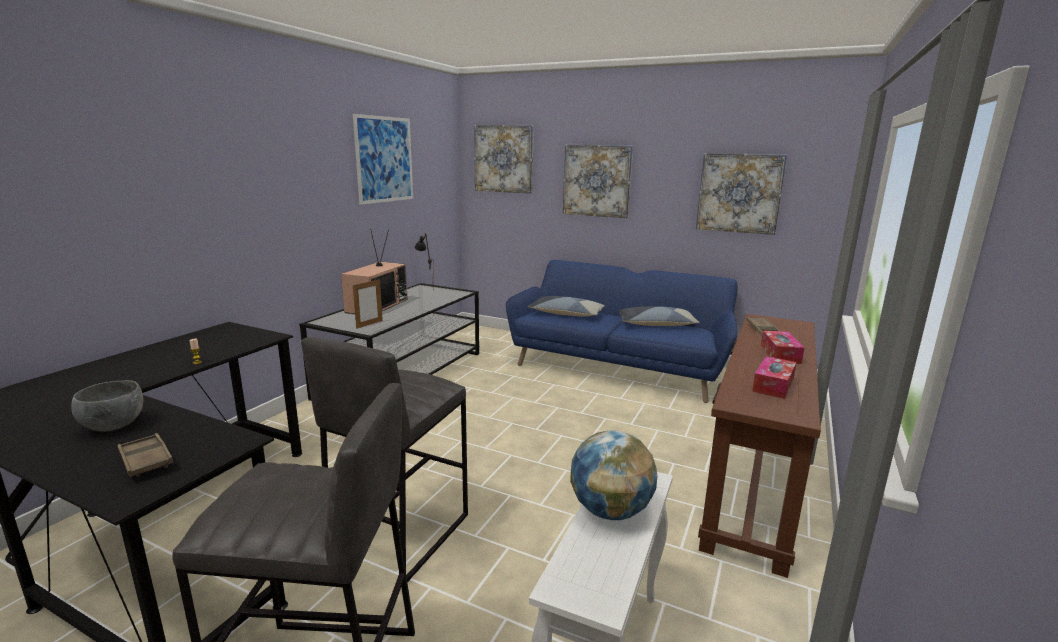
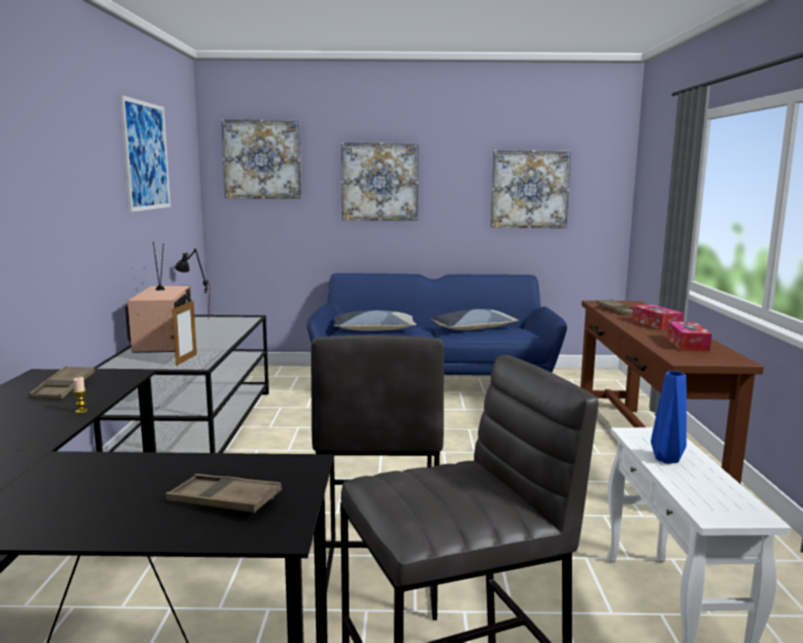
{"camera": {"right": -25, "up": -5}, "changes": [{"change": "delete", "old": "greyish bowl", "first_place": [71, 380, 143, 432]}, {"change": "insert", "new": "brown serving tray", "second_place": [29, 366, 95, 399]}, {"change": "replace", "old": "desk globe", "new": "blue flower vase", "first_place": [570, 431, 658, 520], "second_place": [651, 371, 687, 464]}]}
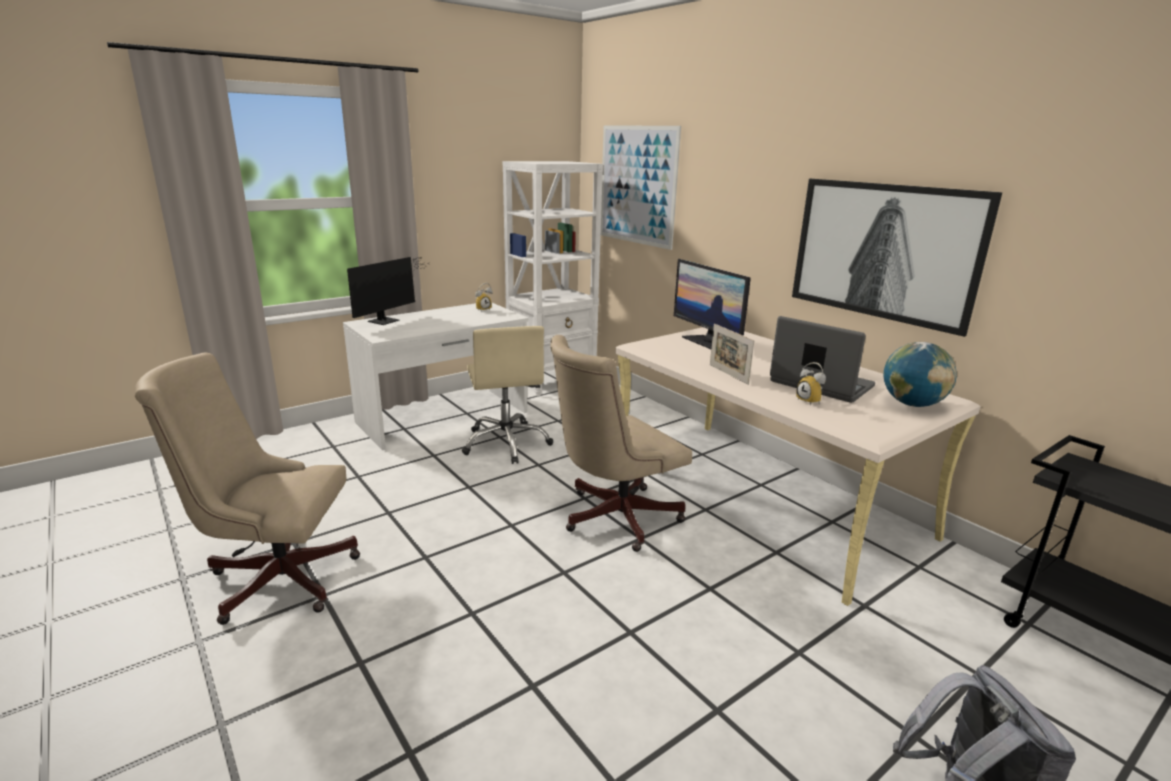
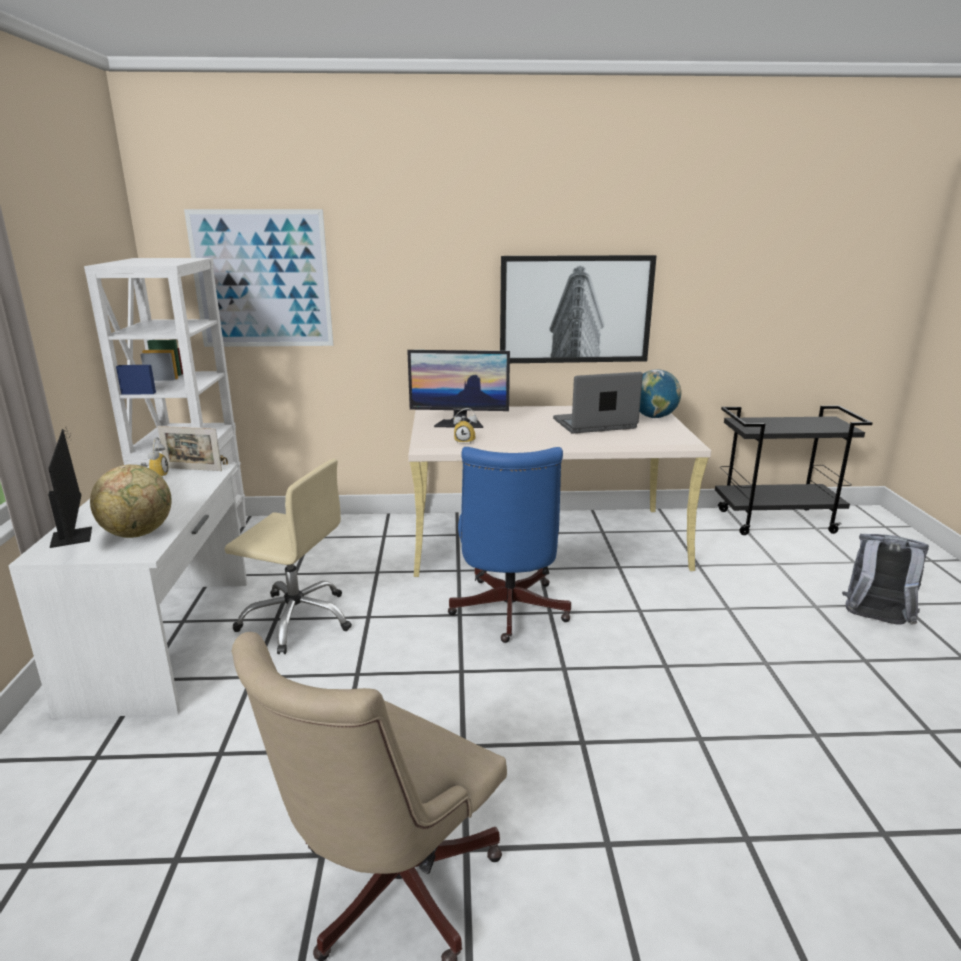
{"camera": {"right": -55, "up": 0}, "changes": [{"change": "insert", "new": "desk globe", "second_place": [90, 465, 172, 538]}, {"change": "move", "old": "picture frame", "first_place": [710, 324, 754, 385], "second_place": [157, 426, 222, 471]}, {"change": "move", "old": "alarm clock", "first_place": [796, 362, 826, 406], "second_place": [453, 408, 478, 444]}, {"change": "recolor", "old": "beige-coloured desk chair", "new": "blue desk chair", "first_place": [550, 335, 692, 552], "second_place": [448, 447, 571, 643]}]}
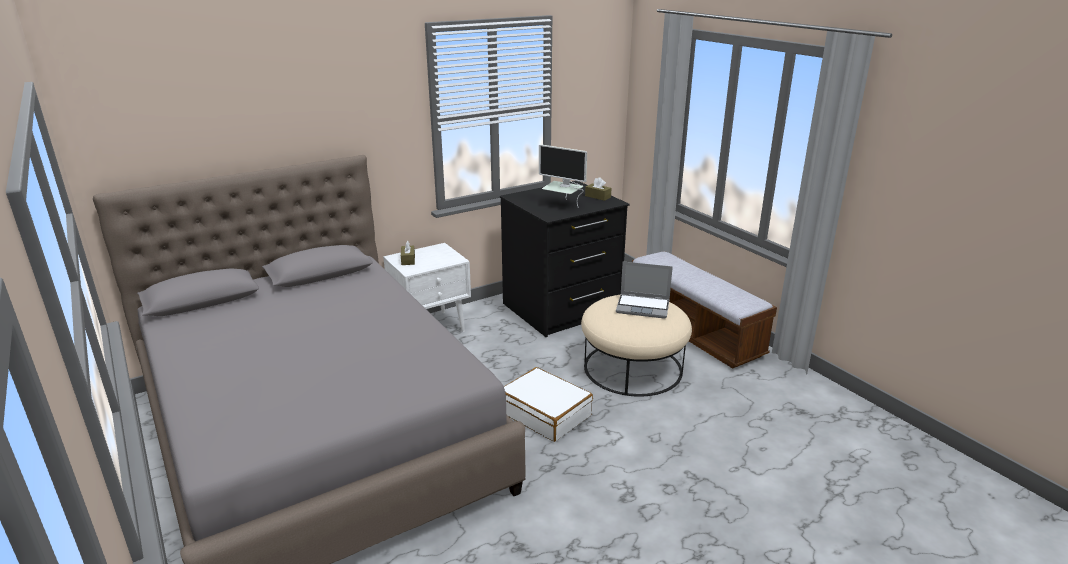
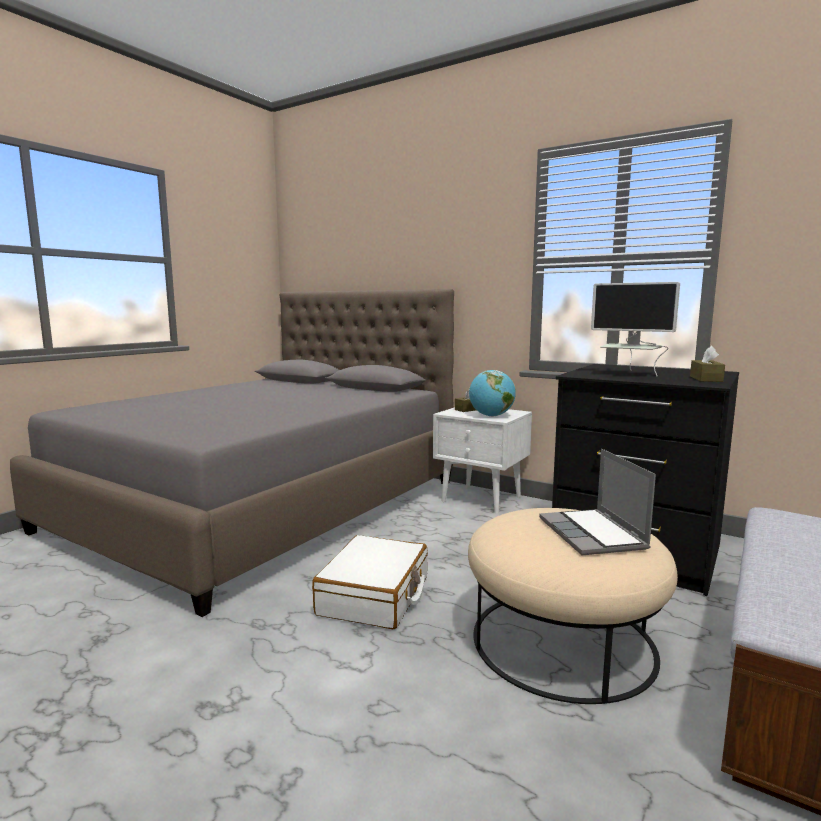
{"camera": {"right": 65, "up": -15}, "changes": [{"change": "insert", "new": "desk globe", "second_place": [469, 370, 516, 417]}, {"change": "rotate", "old": "computer screen", "first_place": [539, 144, 587, 208], "second_place": [591, 282, 680, 376], "degrees": -60}]}
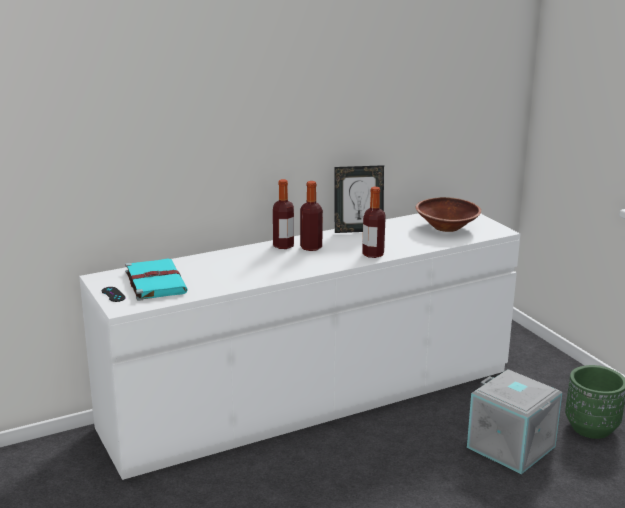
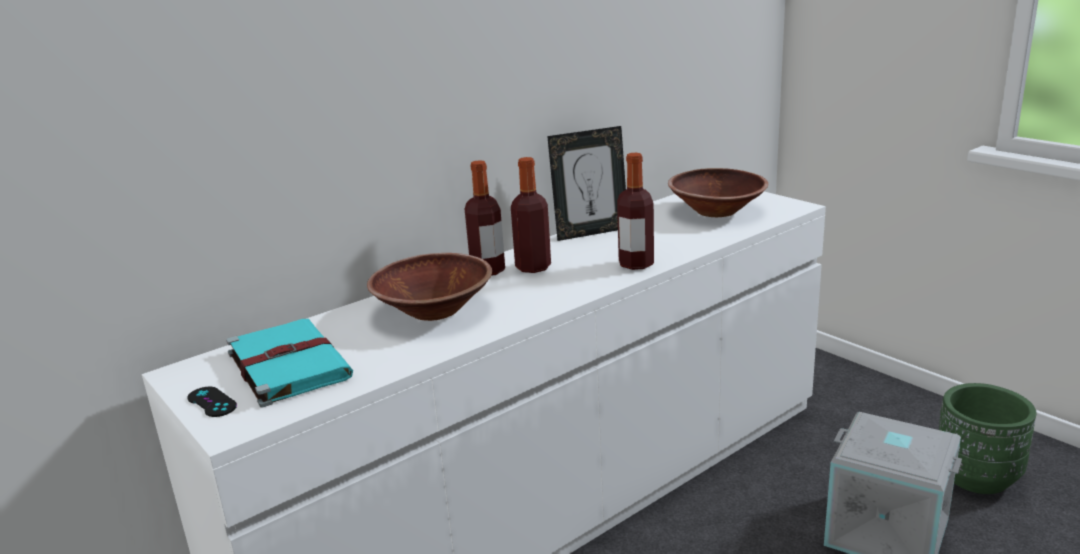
{"camera": {"right": -10, "up": 0}, "changes": [{"change": "insert", "new": "brown bowl", "second_place": [367, 253, 492, 321]}]}
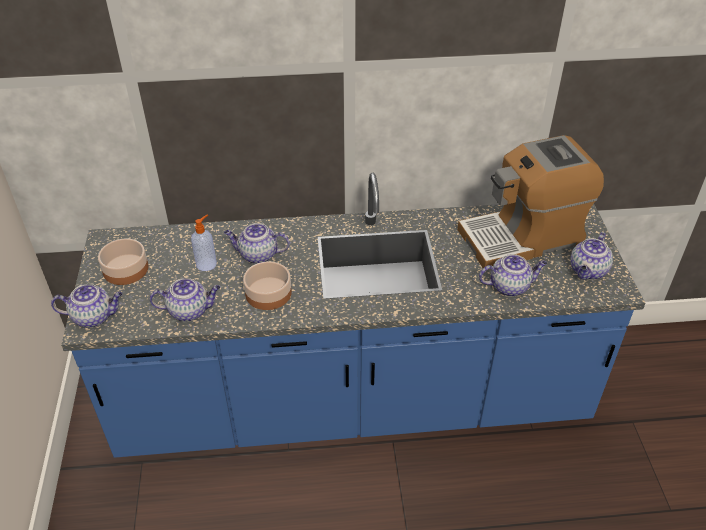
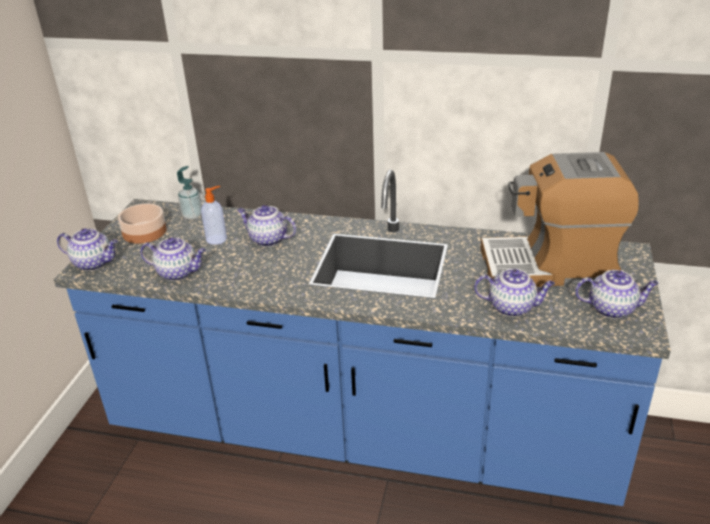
{"camera": {"right": 20, "up": -10}, "changes": [{"change": "delete", "old": "bowl", "first_place": [243, 261, 292, 310]}, {"change": "insert", "new": "soap dispenser", "second_place": [177, 166, 202, 220]}, {"change": "rotate", "old": "tea pot", "first_place": [571, 232, 613, 280], "second_place": [575, 270, 659, 319], "degrees": -135}]}
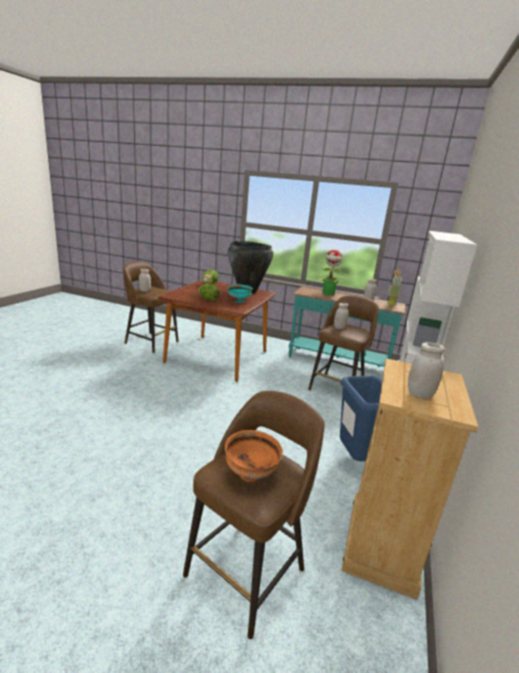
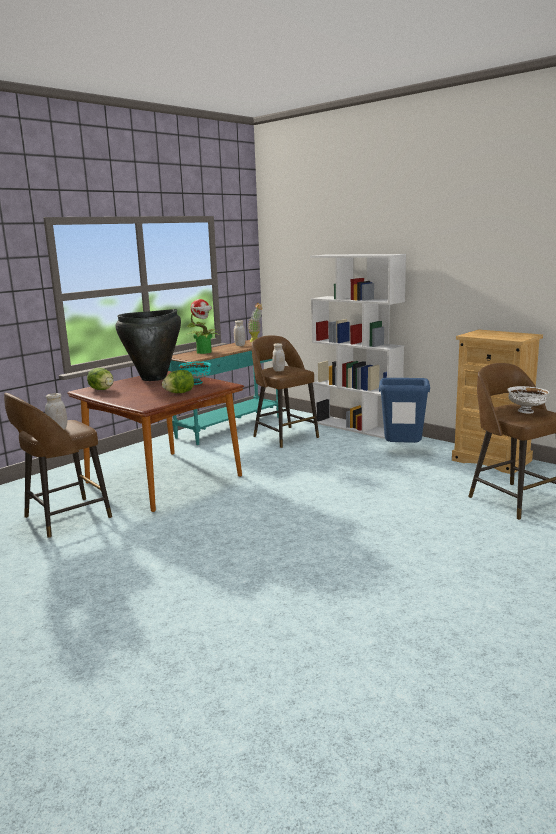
{"camera": {"right": -65, "up": -5}, "changes": [{"change": "delete", "old": "white jar", "first_place": [408, 342, 445, 399]}, {"change": "recolor", "old": "orangey bowl", "new": "white bowl", "first_place": [225, 430, 283, 482], "second_place": [507, 386, 549, 414]}]}
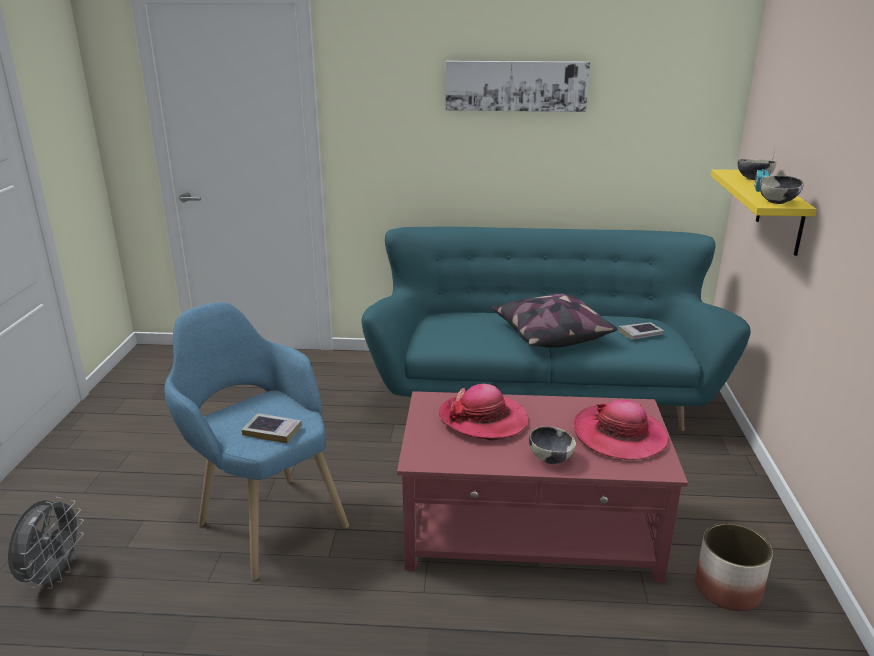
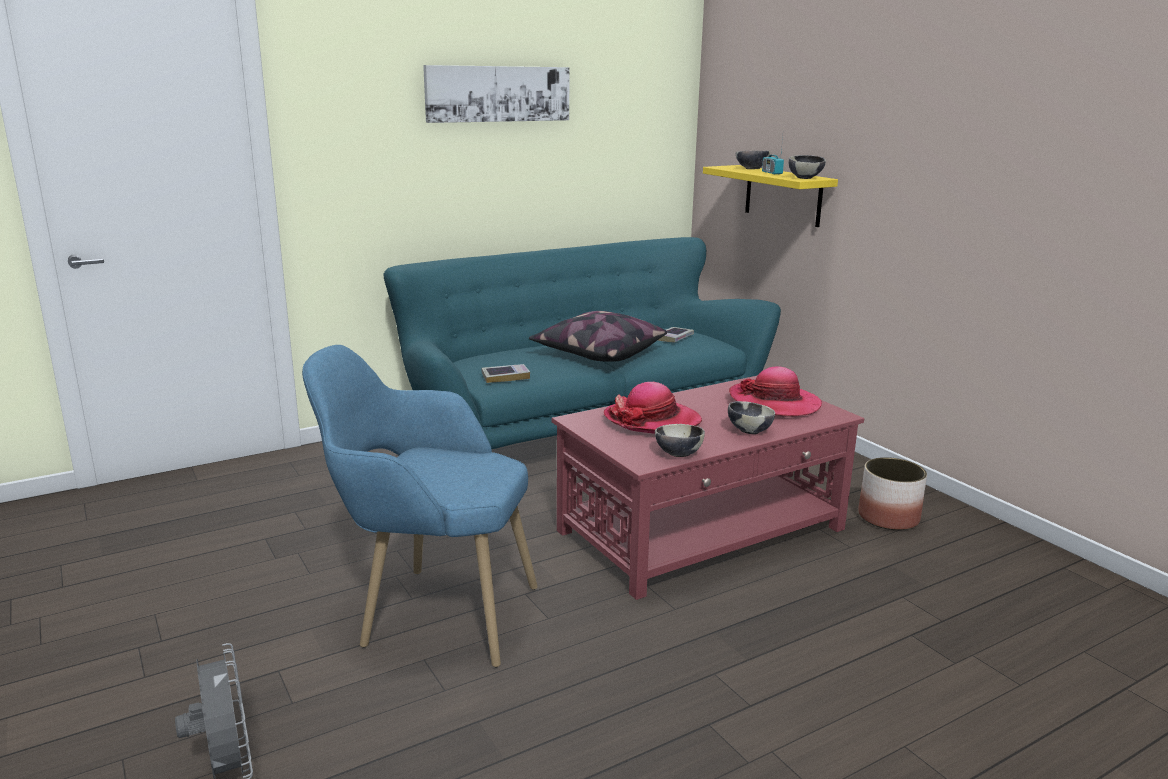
{"camera": {"right": -35, "up": -5}, "changes": [{"change": "insert", "new": "bowl", "second_place": [655, 424, 705, 457]}, {"change": "move", "old": "book", "first_place": [242, 413, 302, 444], "second_place": [481, 364, 530, 383]}]}
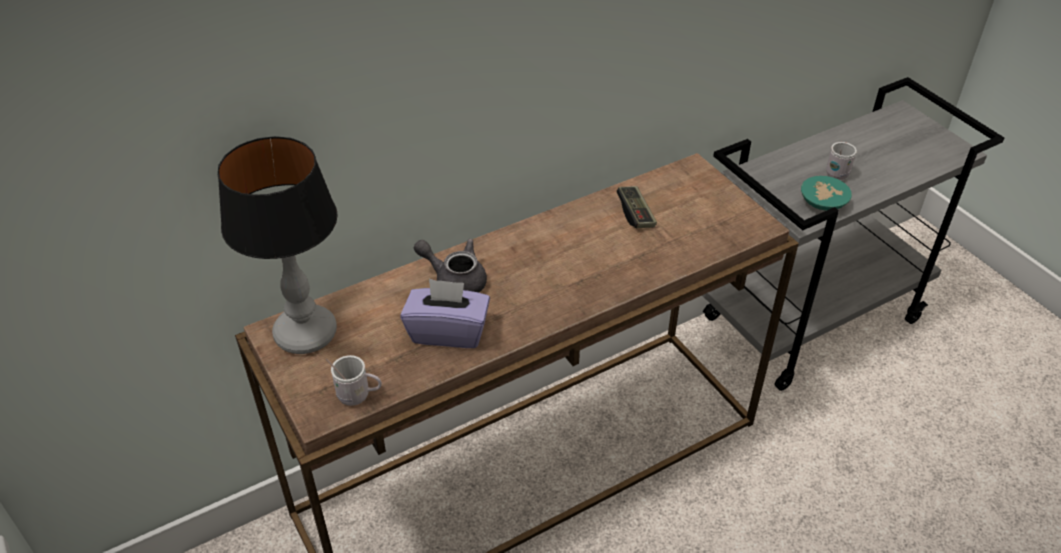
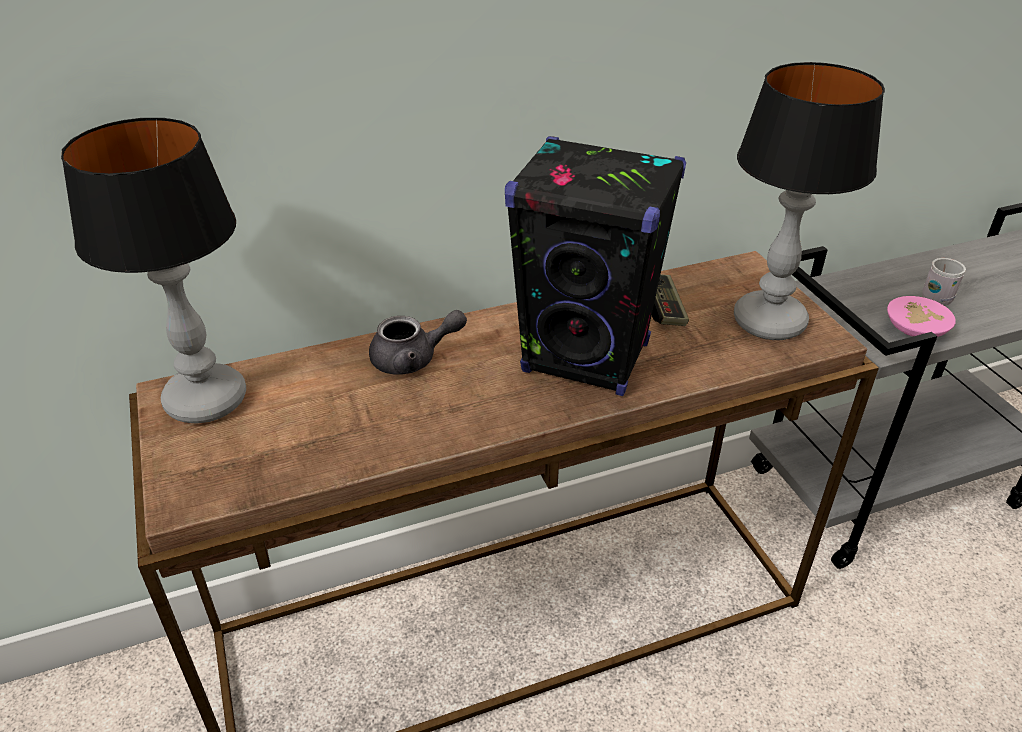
{"camera": {"right": 10, "up": -5}, "changes": [{"change": "delete", "old": "white coffee mug", "first_place": [326, 355, 382, 406]}, {"change": "delete", "old": "purplish tissue holder", "first_place": [400, 279, 490, 348]}, {"change": "insert", "new": "blackish speaker", "second_place": [505, 136, 686, 396]}, {"change": "insert", "new": "table lamp", "second_place": [734, 62, 885, 340]}, {"change": "recolor", "old": "turquoise-coloured bowl", "new": "pink bowl", "first_place": [801, 176, 852, 211], "second_place": [887, 296, 956, 337]}, {"change": "rotate", "old": "greyish tea pot", "first_place": [414, 239, 487, 293], "second_place": [369, 310, 467, 375], "degrees": 135}]}
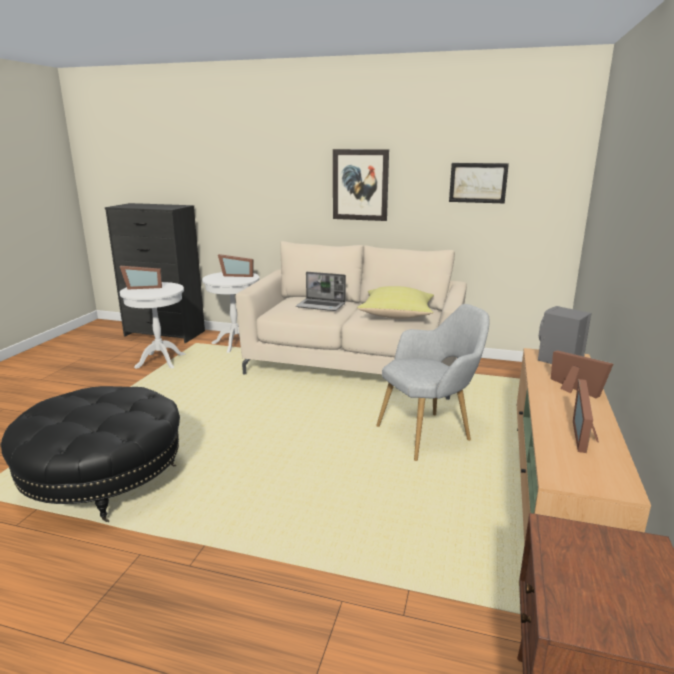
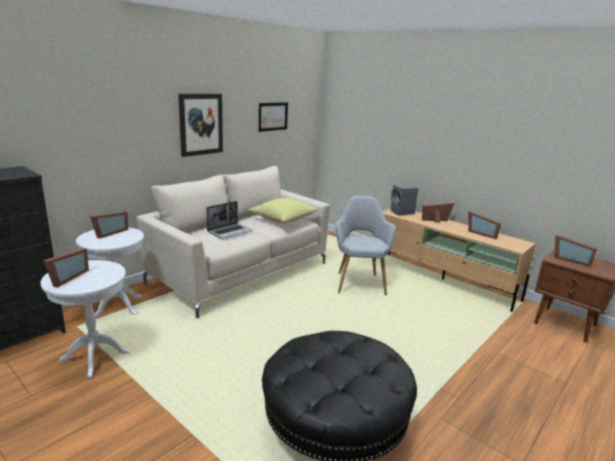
{"camera": {"right": -65, "up": 0}, "changes": [{"change": "insert", "new": "picture frame", "second_place": [555, 234, 598, 267]}]}
